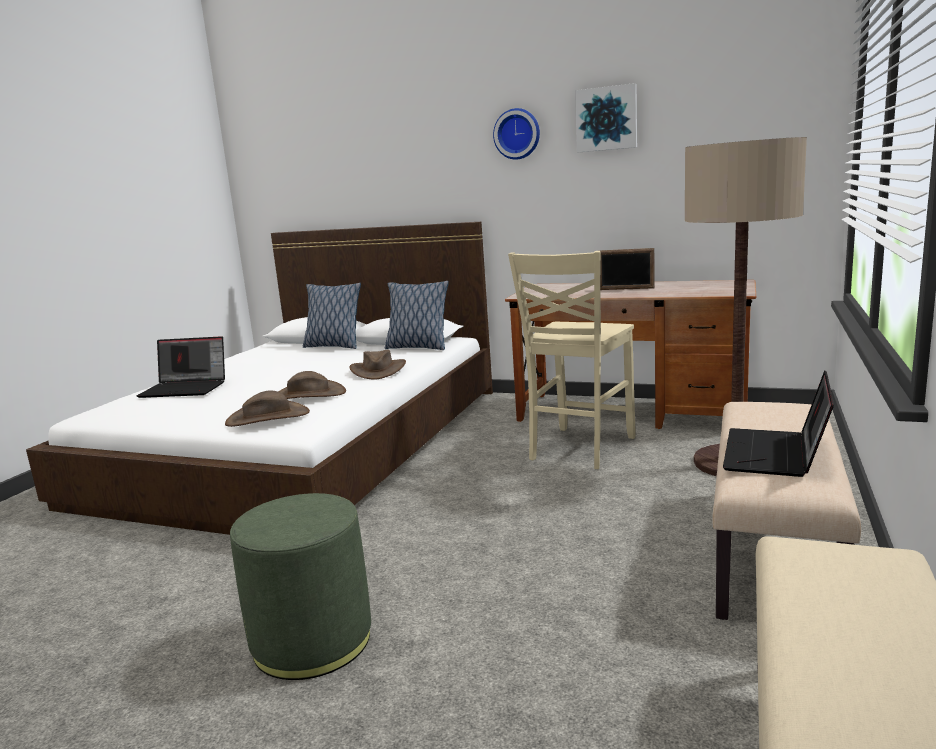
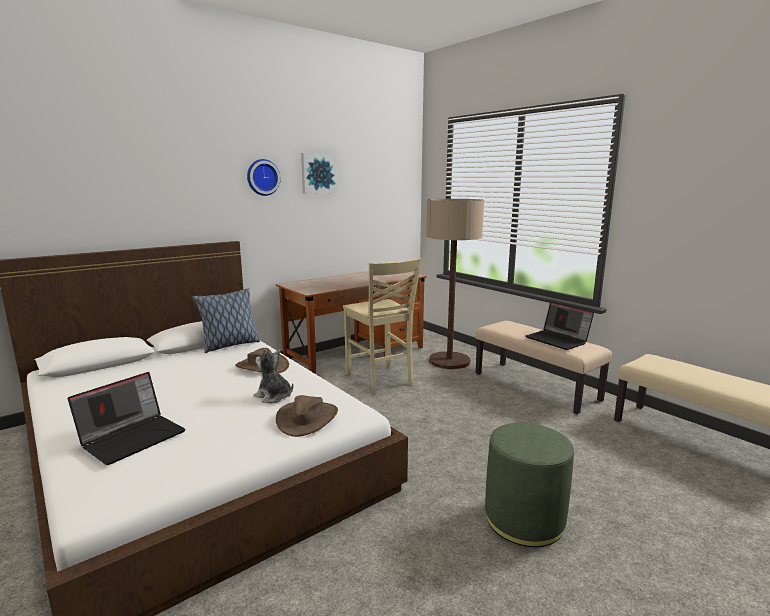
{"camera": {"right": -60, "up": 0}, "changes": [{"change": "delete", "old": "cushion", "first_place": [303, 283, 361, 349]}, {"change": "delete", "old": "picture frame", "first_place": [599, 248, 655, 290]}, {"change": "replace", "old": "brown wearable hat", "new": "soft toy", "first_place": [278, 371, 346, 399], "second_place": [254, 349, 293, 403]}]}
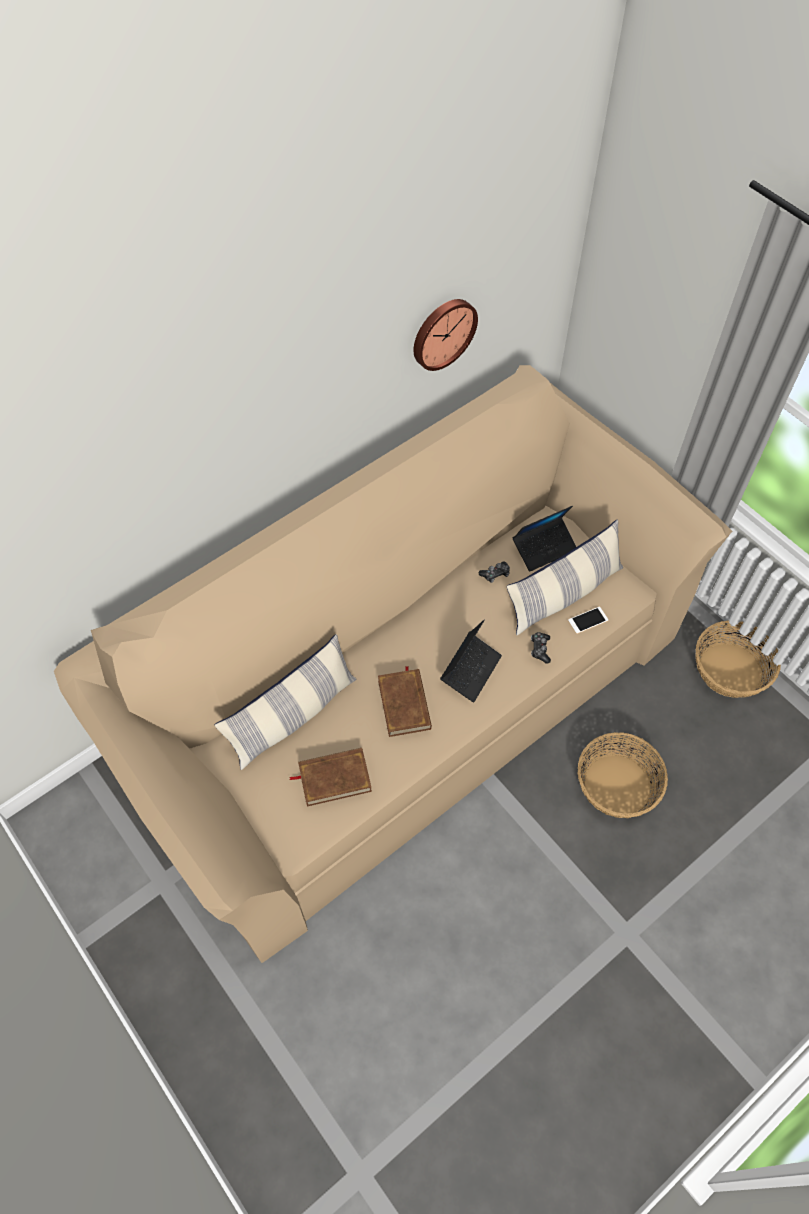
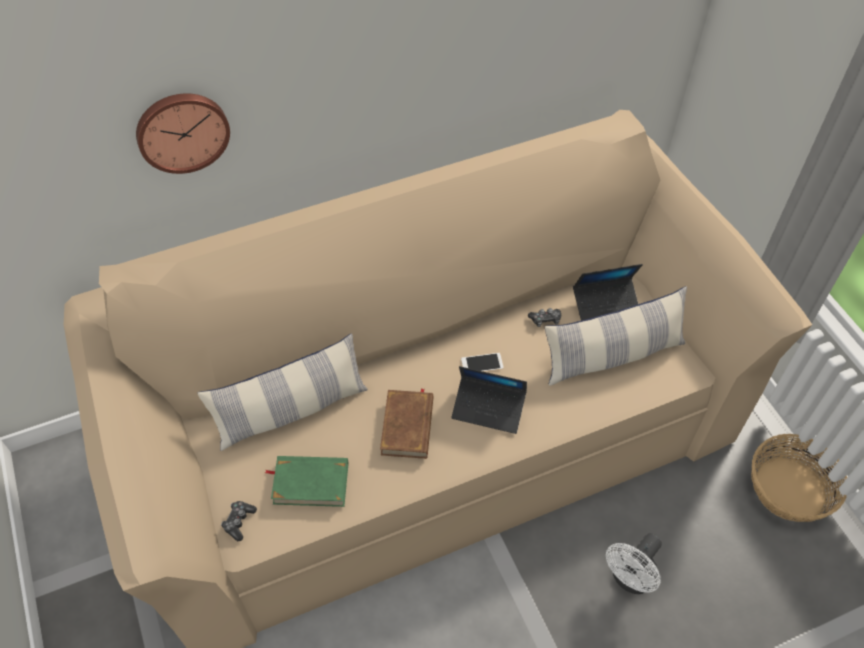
{"camera": {"right": 15, "up": -5}, "changes": [{"change": "move", "old": "wall clock", "first_place": [414, 299, 478, 371], "second_place": [136, 93, 230, 174]}, {"change": "move", "old": "gamepad", "first_place": [531, 632, 551, 664], "second_place": [221, 501, 257, 541]}, {"change": "move", "old": "telephone", "first_place": [568, 607, 608, 634], "second_place": [461, 353, 504, 372]}, {"change": "replace", "old": "household basket", "new": "white cooling fan", "first_place": [577, 732, 668, 818], "second_place": [606, 533, 662, 594]}, {"change": "recolor", "old": "brown book", "new": "green book", "first_place": [290, 748, 372, 806], "second_place": [265, 456, 349, 507]}, {"change": "rotate", "old": "portable computer", "first_place": [440, 620, 502, 702], "second_place": [452, 366, 527, 434], "degrees": 60}]}
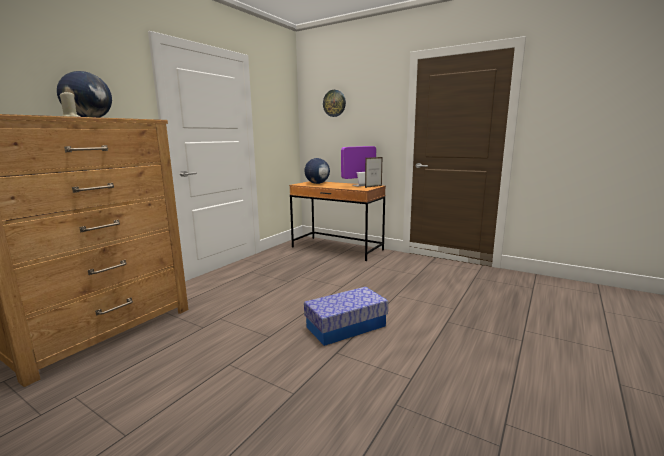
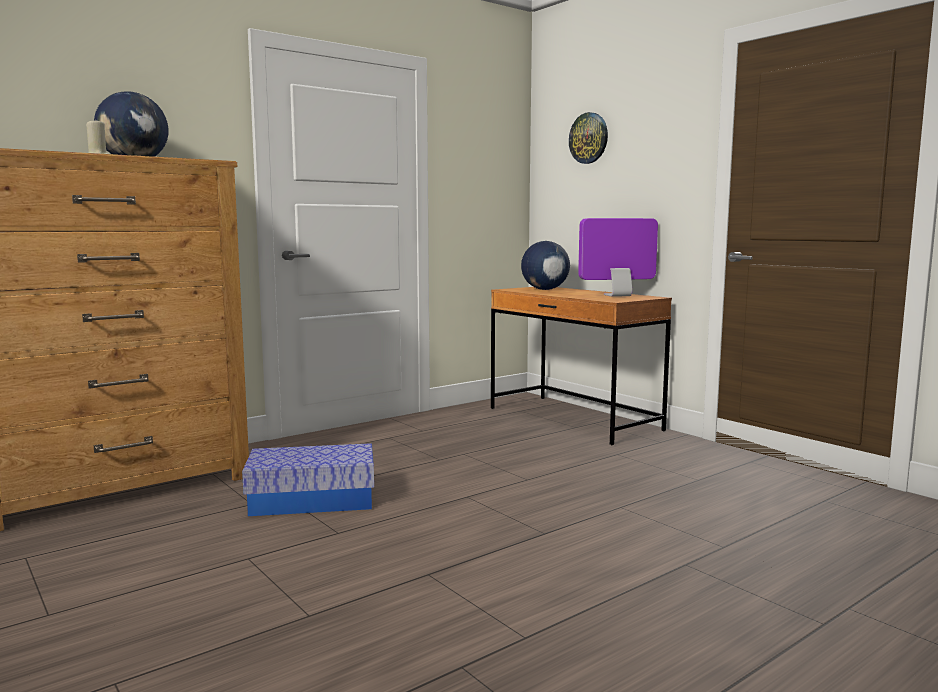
{"camera": {"right": 20, "up": -5}, "changes": [{"change": "delete", "old": "picture frame", "first_place": [365, 157, 382, 188]}, {"change": "move", "old": "storage container", "first_place": [304, 287, 388, 346], "second_place": [242, 443, 374, 516]}]}
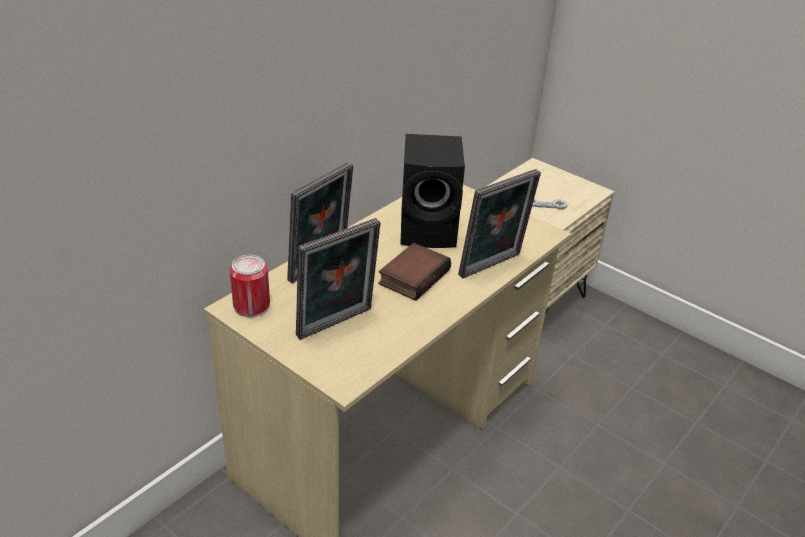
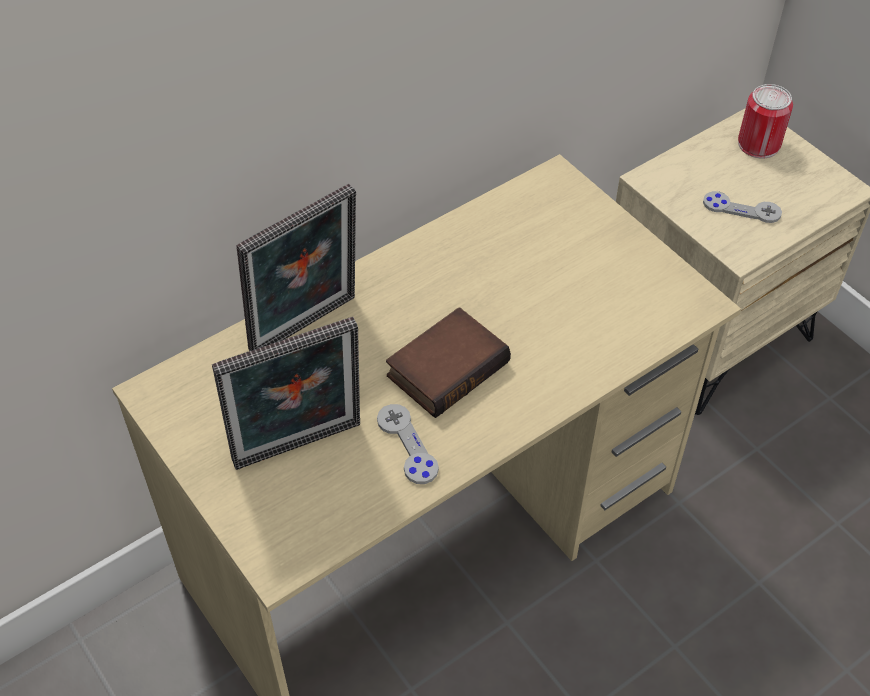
{"camera": {"right": 15, "up": 15}, "changes": [{"change": "delete", "old": "blackish speaker", "first_place": [400, 134, 465, 248]}, {"change": "delete", "old": "picture frame", "first_place": [458, 169, 541, 279]}, {"change": "insert", "new": "greyish gamepad", "second_place": [377, 404, 439, 484]}, {"change": "move", "old": "can", "first_place": [230, 255, 270, 317], "second_place": [738, 84, 793, 158]}]}
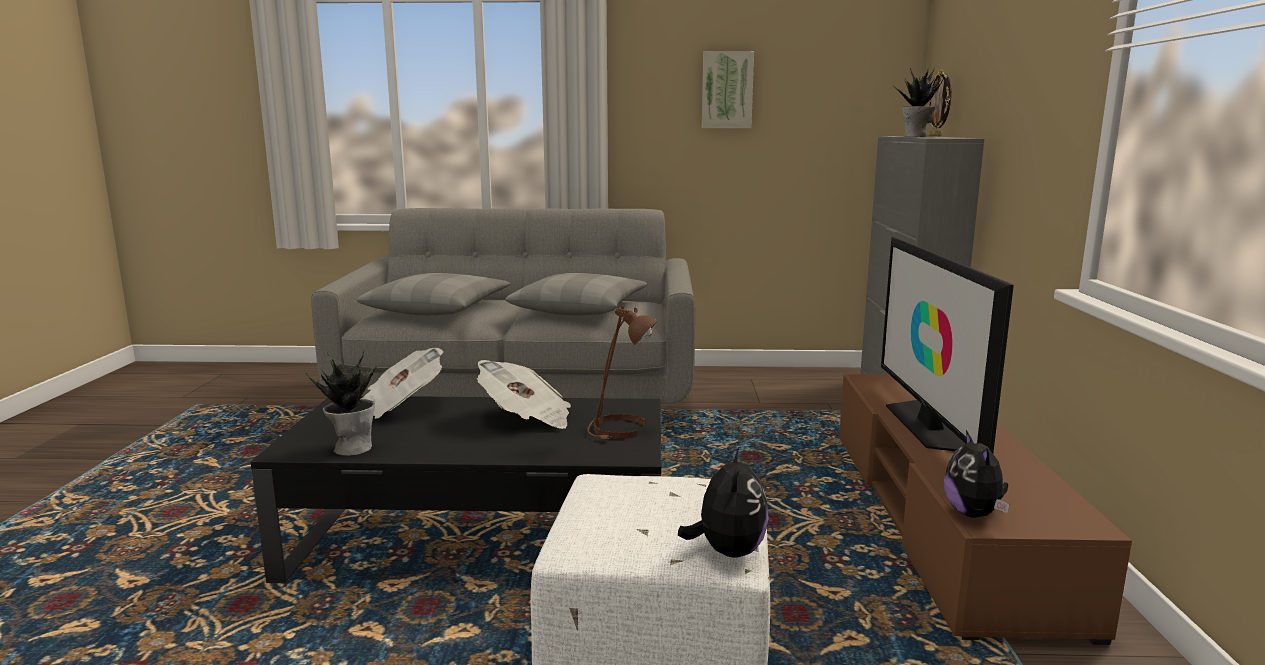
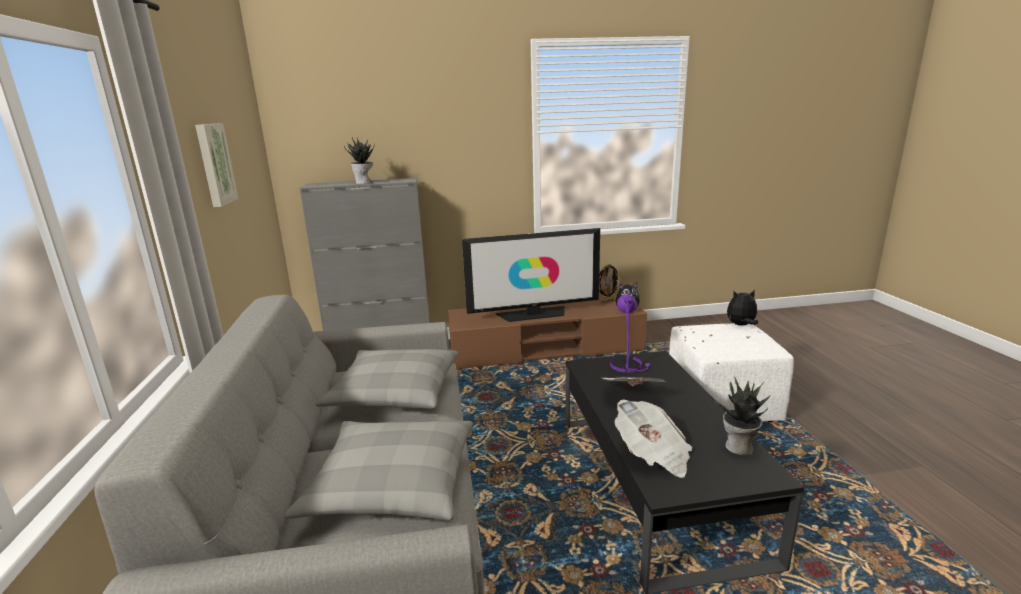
{"camera": {"right": -100, "up": 5}, "changes": [{"change": "move", "old": "picture frame", "first_place": [928, 70, 951, 136], "second_place": [599, 264, 620, 303]}, {"change": "recolor", "old": "brown table lamp", "new": "purplish table lamp", "first_place": [587, 306, 657, 440], "second_place": [610, 292, 650, 373]}]}
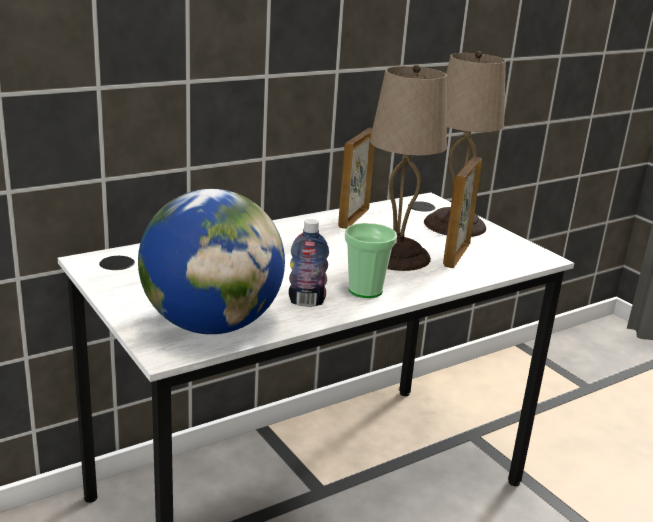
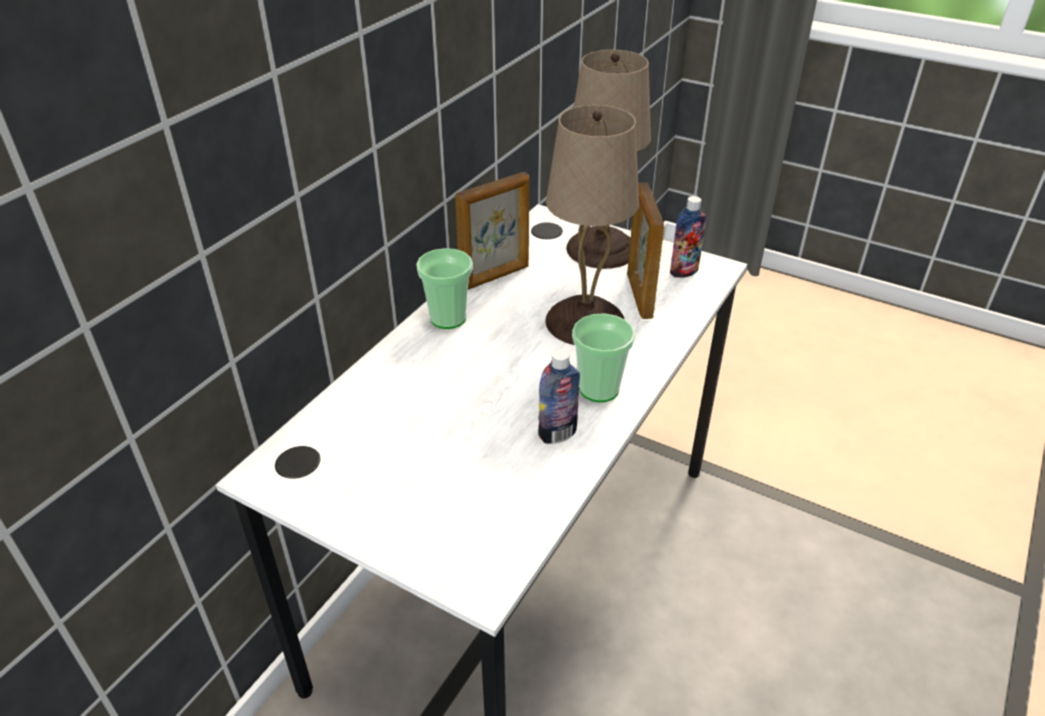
{"camera": {"right": -25, "up": 15}, "changes": [{"change": "delete", "old": "desk globe", "first_place": [138, 189, 285, 334]}, {"change": "insert", "new": "cup", "second_place": [416, 248, 473, 329]}, {"change": "insert", "new": "beverage bottle", "second_place": [670, 196, 706, 278]}, {"change": "rotate", "old": "picture frame", "first_place": [338, 128, 375, 229], "second_place": [455, 172, 529, 290], "degrees": -120}]}
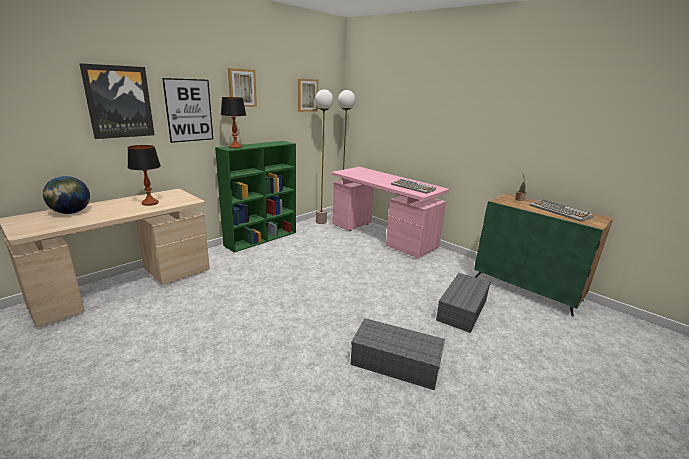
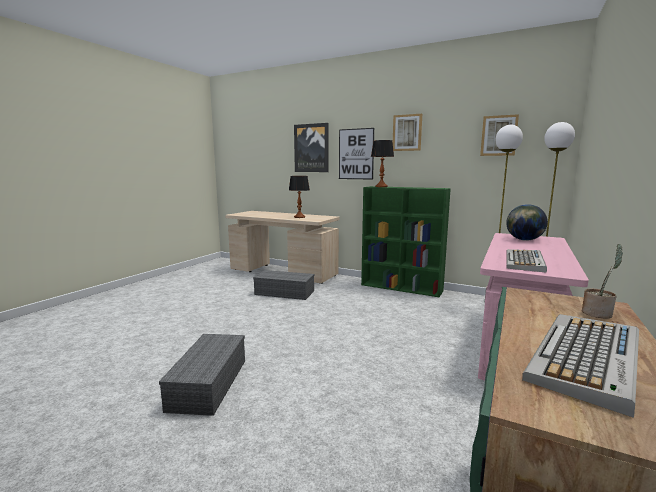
{"camera": {"right": 75, "up": -10}, "changes": [{"change": "move", "old": "desk globe", "first_place": [43, 176, 90, 214], "second_place": [506, 204, 548, 241]}, {"change": "move", "old": "greyish storage container", "first_place": [436, 273, 491, 333], "second_place": [253, 270, 315, 300]}]}
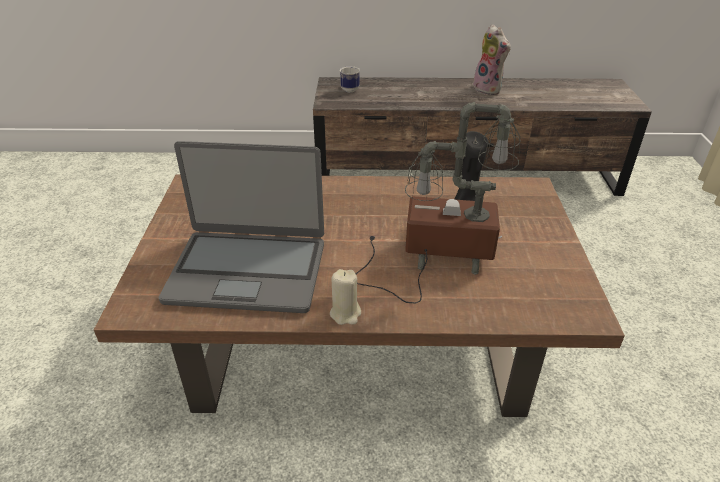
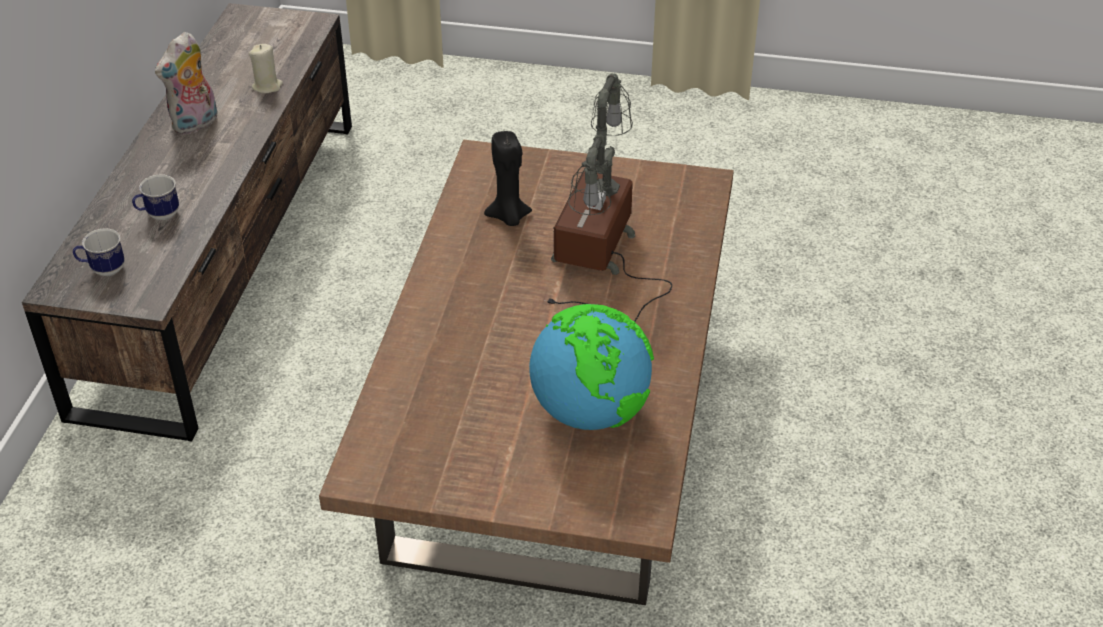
{"camera": {"right": -80, "up": 5}, "changes": [{"change": "insert", "new": "coffee mug", "second_place": [132, 175, 179, 220]}, {"change": "move", "old": "beige-coloured wax candle", "first_place": [330, 269, 361, 325], "second_place": [249, 44, 283, 93]}, {"change": "replace", "old": "portable computer", "new": "desk globe", "first_place": [159, 141, 324, 313], "second_place": [529, 304, 654, 430]}, {"change": "rotate", "old": "soft toy", "first_place": [473, 24, 511, 95], "second_place": [155, 32, 218, 135], "degrees": 150}]}
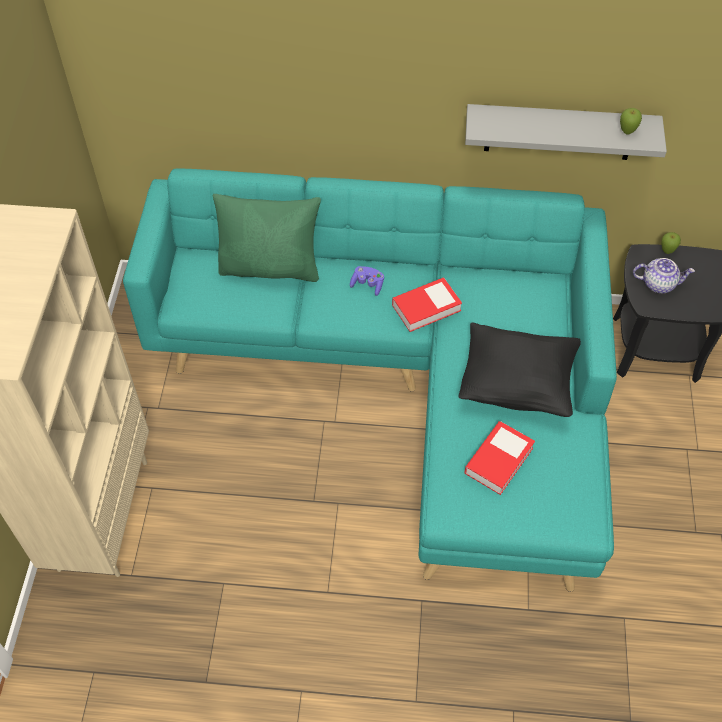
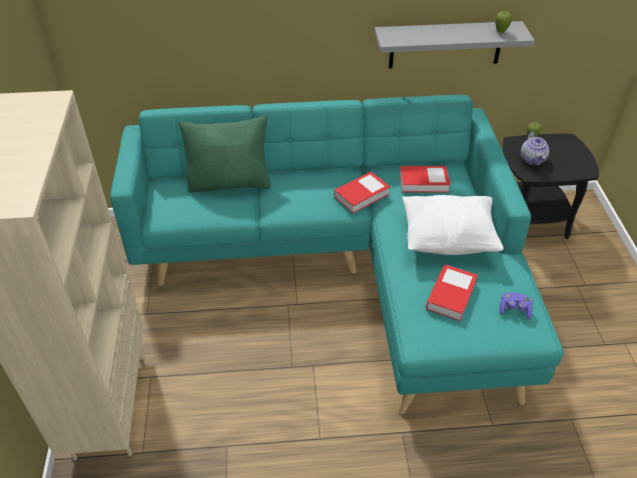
{"camera": {"right": -10, "up": -10}, "changes": [{"change": "insert", "new": "book", "second_place": [400, 166, 450, 193]}, {"change": "move", "old": "purplish gamepad", "first_place": [350, 266, 384, 296], "second_place": [500, 293, 533, 319]}, {"change": "recolor", "old": "blackish cushion", "new": "white cushion", "first_place": [458, 322, 581, 417], "second_place": [402, 195, 504, 255]}, {"change": "rotate", "old": "tea pot", "first_place": [633, 258, 695, 293], "second_place": [521, 132, 549, 166], "degrees": 90}]}
